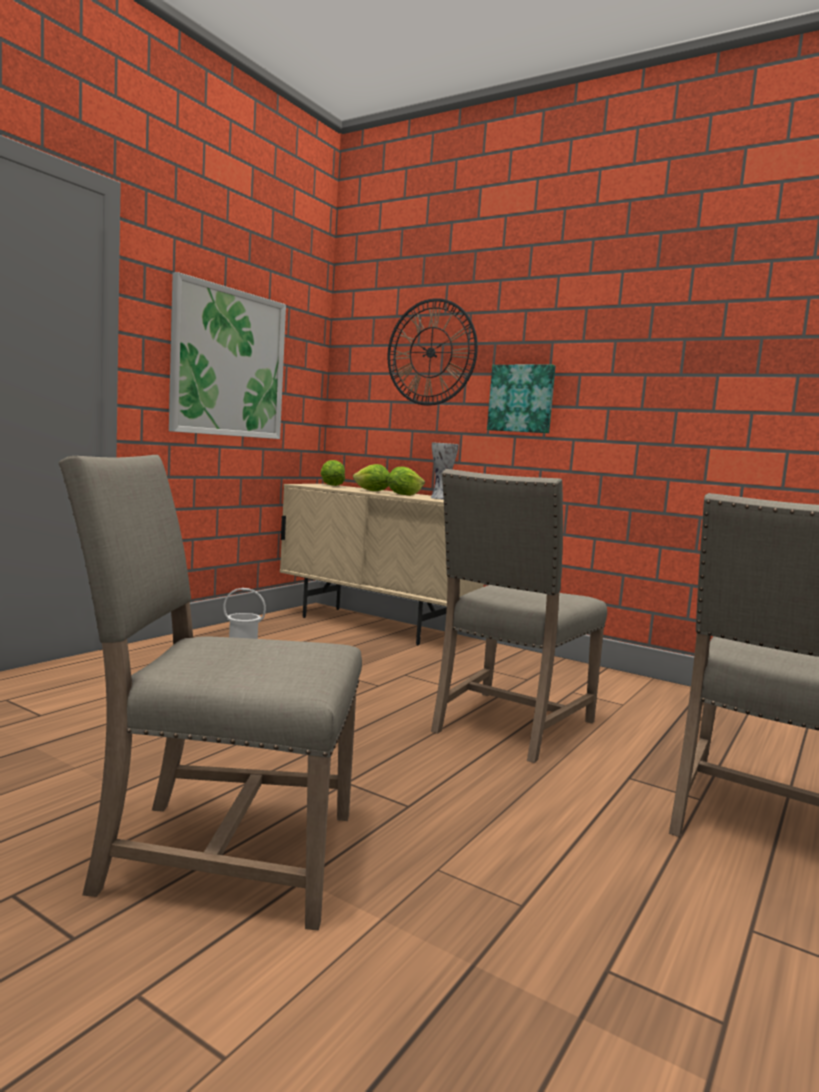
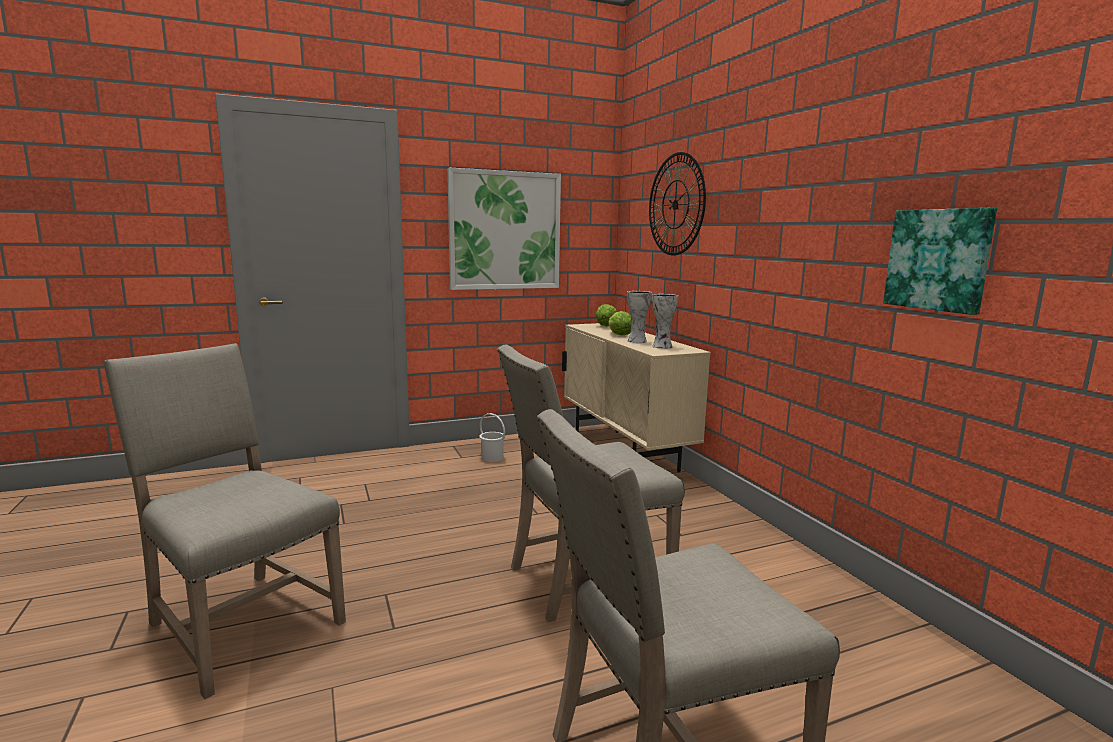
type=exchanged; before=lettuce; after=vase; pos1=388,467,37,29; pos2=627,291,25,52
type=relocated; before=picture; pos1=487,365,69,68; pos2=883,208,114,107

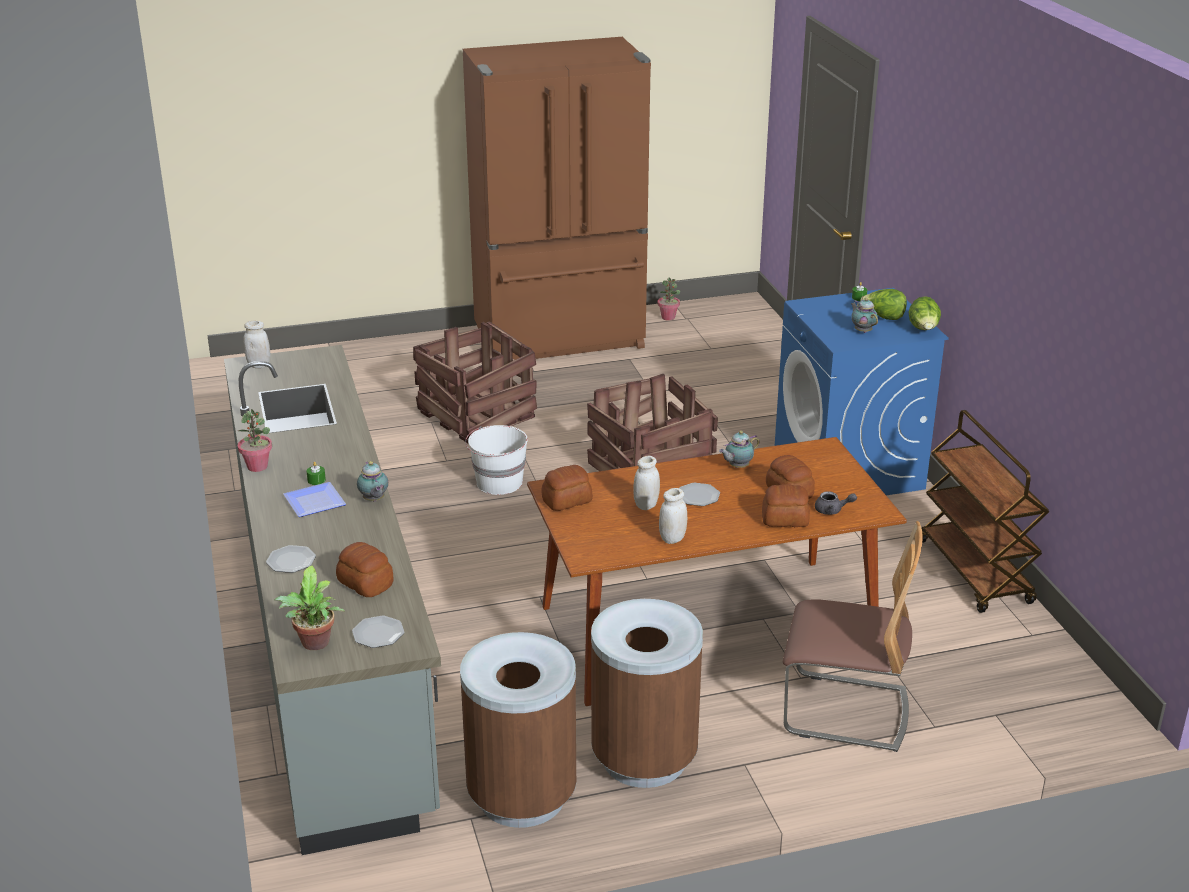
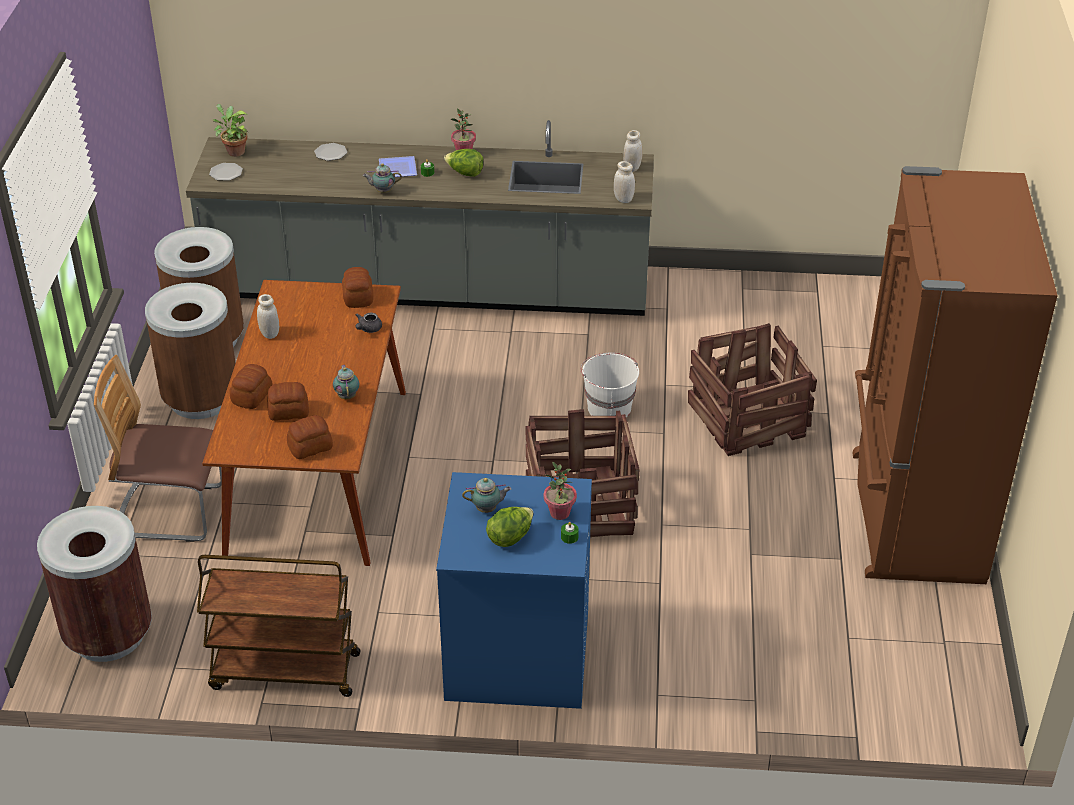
type=appeared; after=trash can (brown); pos2=37,506,115,156
type=spun; before=chair; pos1=783,521,140,231; pos2=94,355,128,187; turn=60
type=relocated; before=bread; pos1=336,542,58,55; pos2=287,415,46,44
type=relocated; before=teapot (grey); pos1=815,491,42,24; pos2=356,313,26,20
type=relocated; before=lettuce; pos1=908,296,33,34; pos2=444,149,40,28
type=relocated; before=potted plant; pos1=658,278,22,43; pos2=544,462,33,58
type=relocated; before=jar (white); pos1=633,456,27,54; pos2=614,161,21,42
type=missing; before=plate; pos1=679,483,41,23

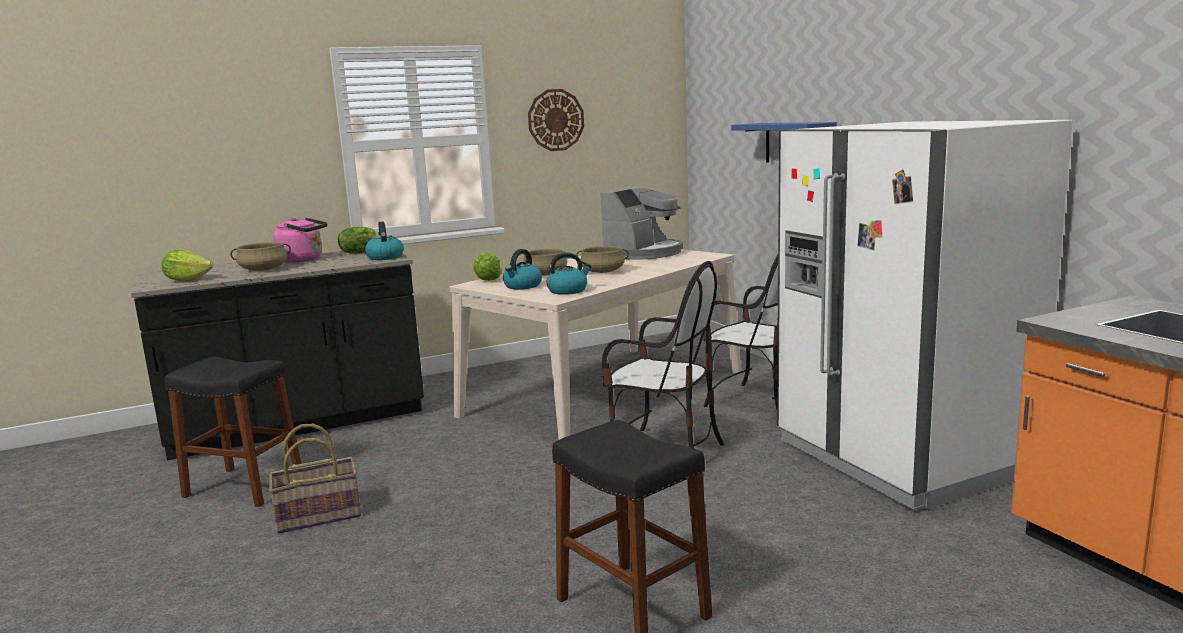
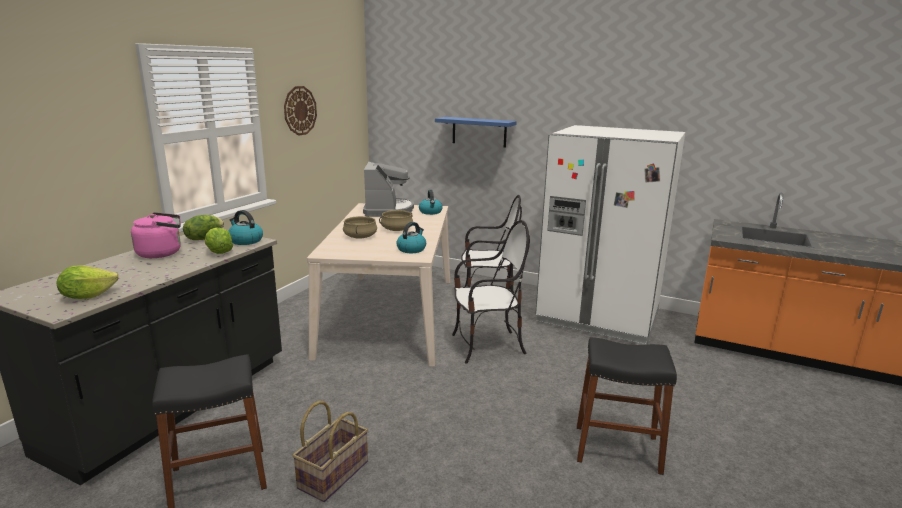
type=relocated; before=lettuce; pos1=473,253,28,28; pos2=205,227,28,27
type=relocated; before=kettle; pos1=503,249,39,40; pos2=419,190,24,25
type=missing; before=cooking pot (beige); pos1=230,242,61,29

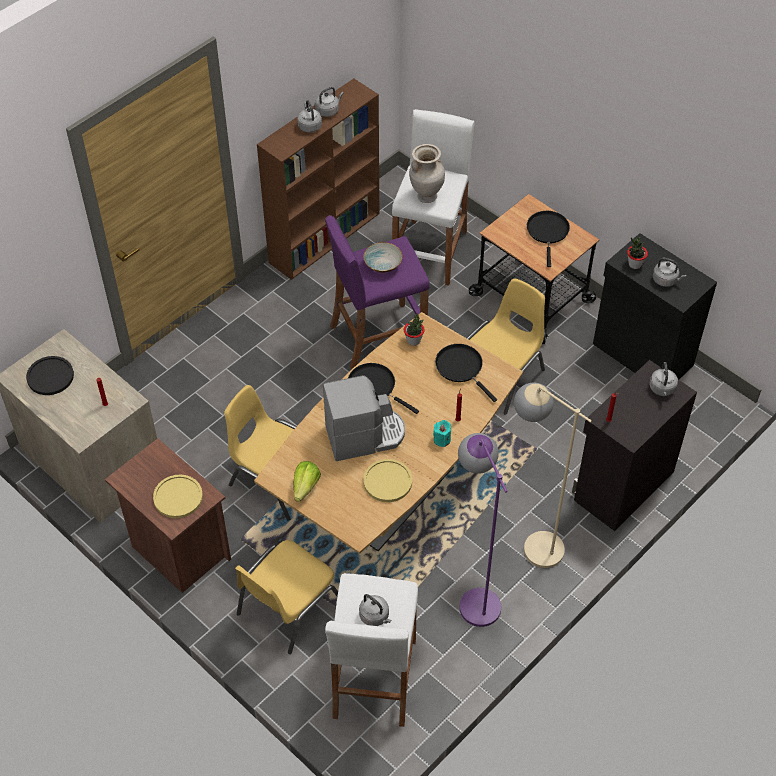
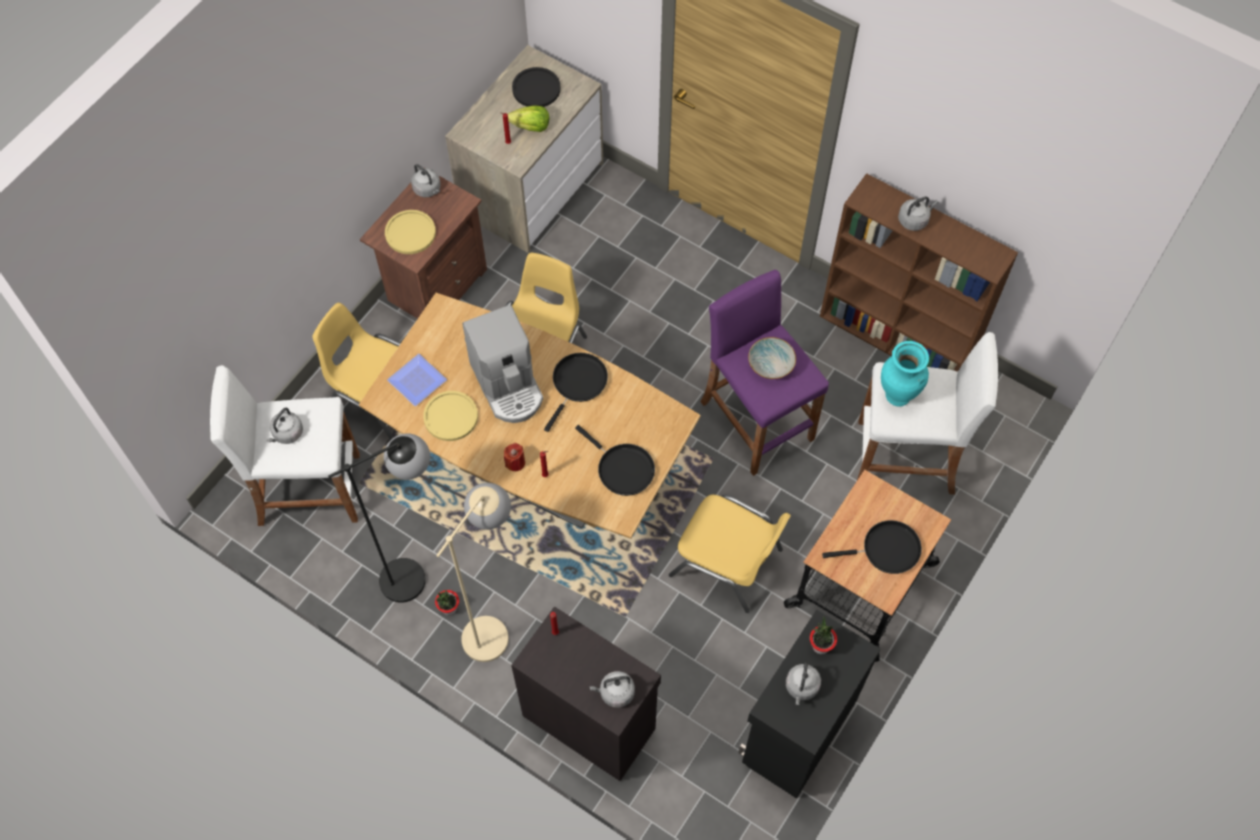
type=colour; before=floor lamp (purple); after=floor lamp (black); pos1=458,433,50,194; pos2=328,433,102,170
type=appeared; after=plate; pos2=387,354,60,52
type=relocated; before=kettle (grey); pos1=315,87,29,30; pos2=411,164,30,33
type=relocated; before=potted plant; pos1=404,313,21,33; pos2=435,590,24,25
type=colour; before=candle (turquoise); after=candle (red); pos1=433,420,18,27; pos2=504,443,21,28
type=relocated; before=lettuce; pos1=293,461,28,41; pos2=508,105,42,27
type=spun; before=frying pan (black); pos1=435,344,62,58; pos2=575,425,80,71; turn=90
type=colour; before=vase (beige); after=vase (turquoise); pos1=409,144,36,59; pos2=881,341,48,65

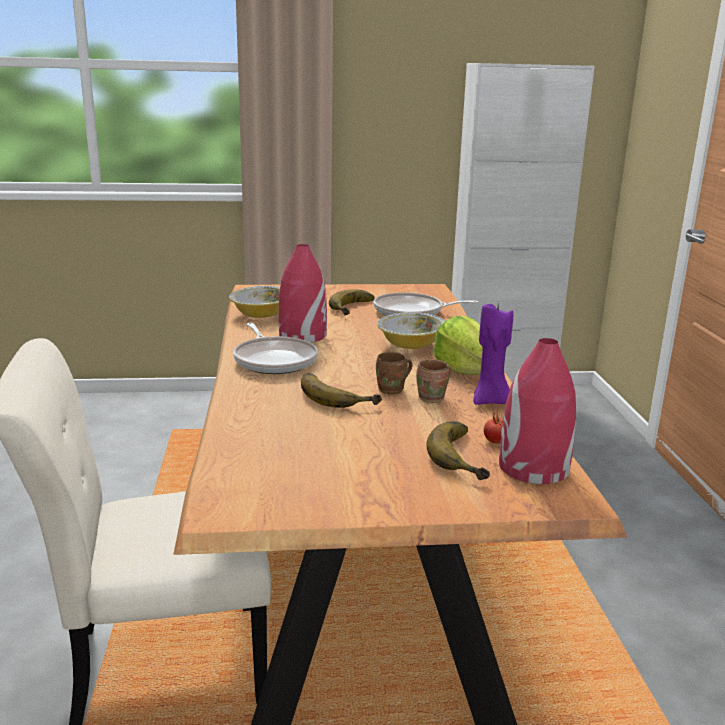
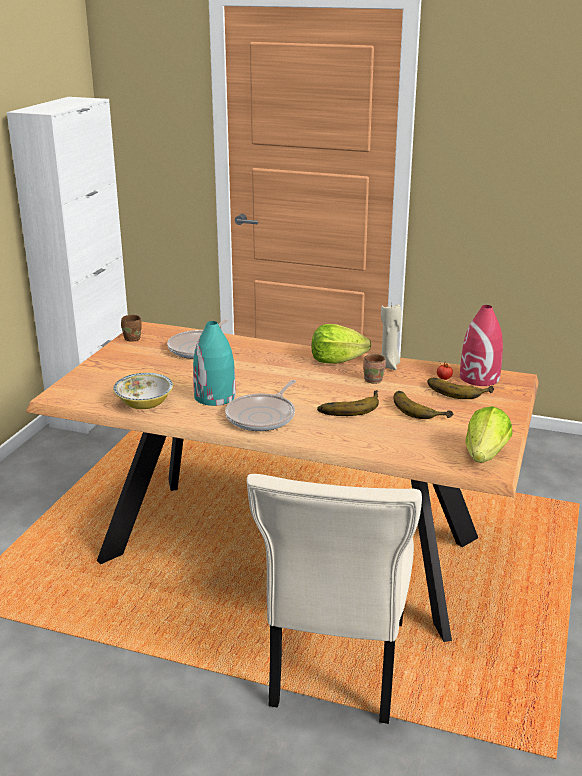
type=relocated; before=mug (brown); pos1=376,352,36,43; pos2=121,315,21,27
type=colour; before=vase (red); after=vase (turquoise); pos1=279,244,48,99; pos2=193,321,43,85
type=spun; before=frying pan; pos1=233,323,85,51; pos2=225,380,71,51; turn=120
type=colour; before=candle (purple); after=candle (beige); pos1=473,302,40,103; pos2=381,304,21,66
type=relocated; before=banana; pos1=329,289,46,26; pos2=394,391,59,28
type=appeared; after=lettuce; pos2=466,406,46,57
type=missing; before=bowl; pos1=377,312,68,37

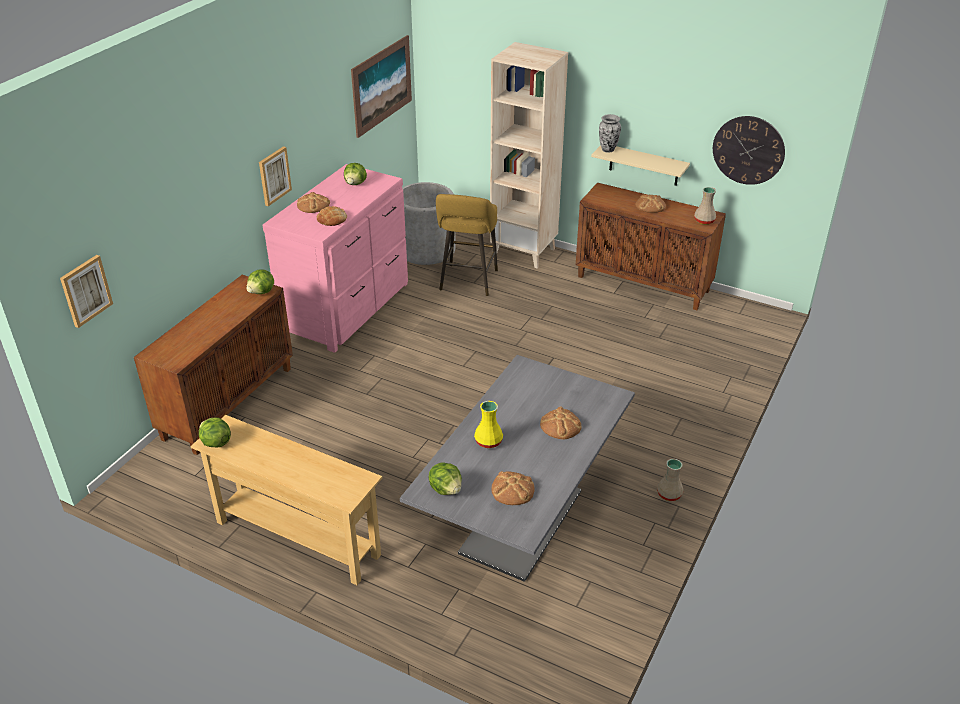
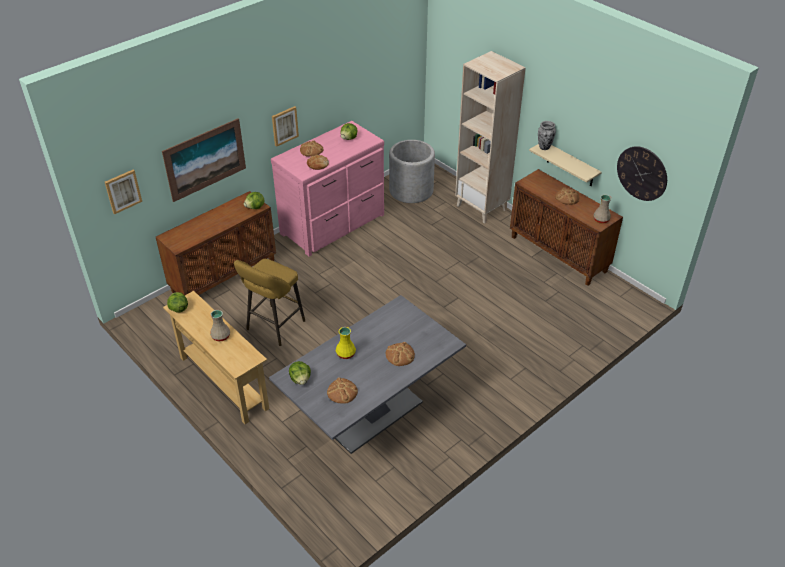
type=relocated; before=picture; pos1=351,35,61,103; pos2=162,118,84,84
type=relocated; before=vase (beige); pos1=657,459,26,42; pos2=210,310,20,32
type=relocated; before=stool (yellow); pos1=436,194,62,102; pos2=234,259,71,87

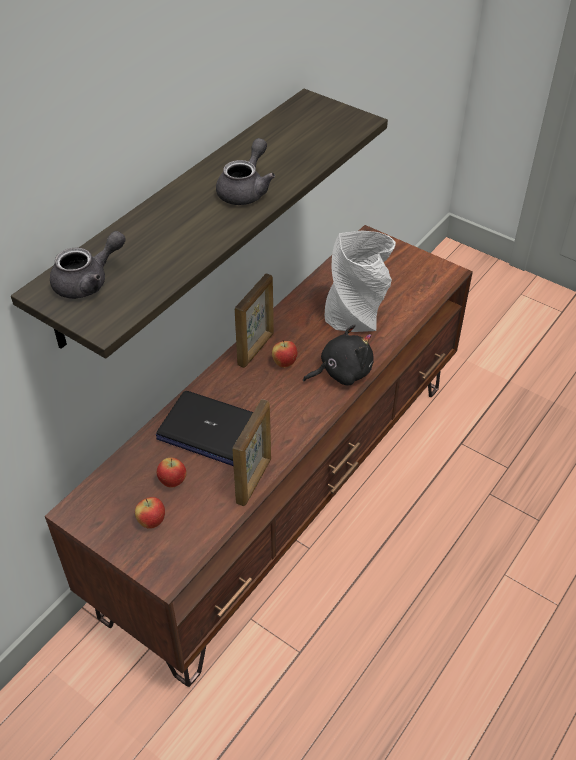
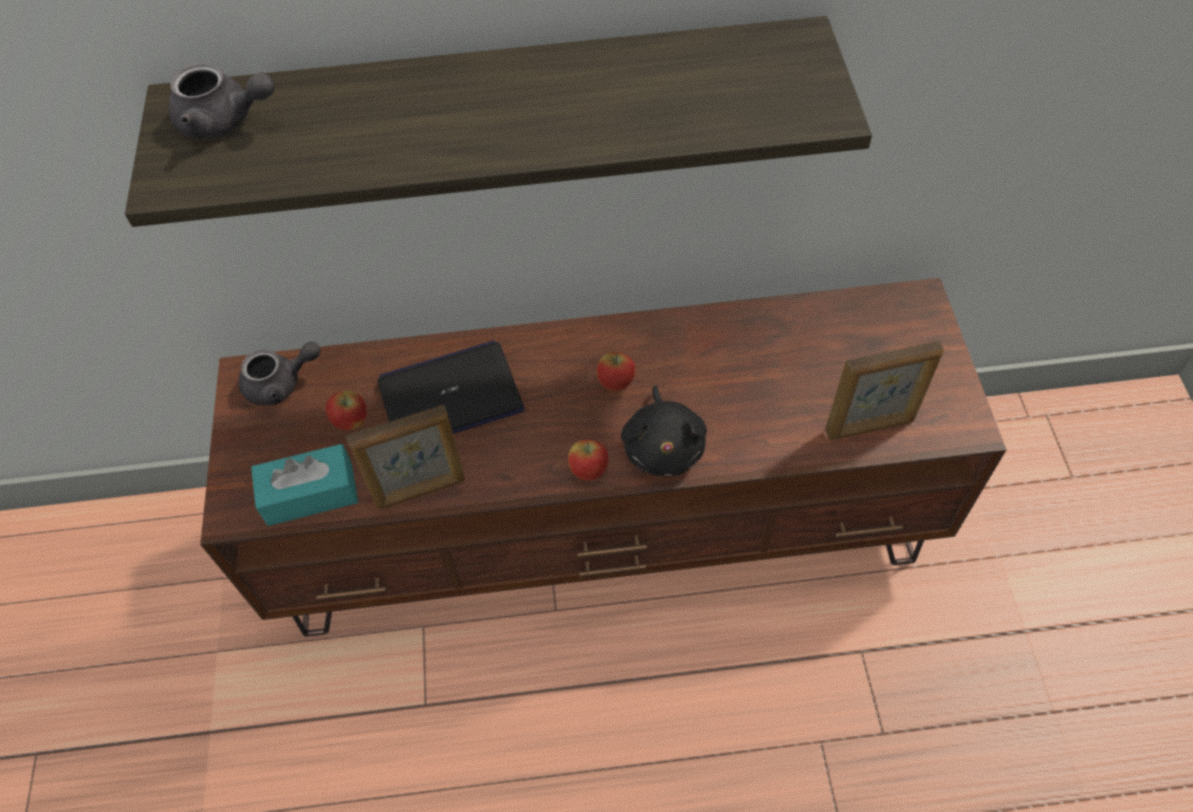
type=relocated; before=teapot (grey); pos1=216,138,59,67; pos2=239,341,82,64
type=appeared; after=tissue box (turquoise); pos2=251,444,107,82
type=spun; before=laptop; pos1=156,391,97,75; pos2=378,341,146,93; turn=90
type=relocated; before=apple; pos1=135,497,30,32; pos2=568,440,41,41
type=spun; before=plush toy (black); pos1=303,324,71,62; pos2=621,386,86,91; turn=60
type=relocated; before=picture frame; pos1=235,273,39,95; pos2=825,341,119,99
type=missing; before=vase (grey); pos1=325,230,71,102

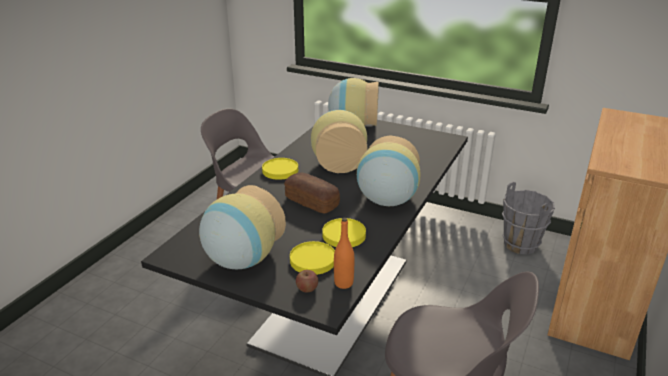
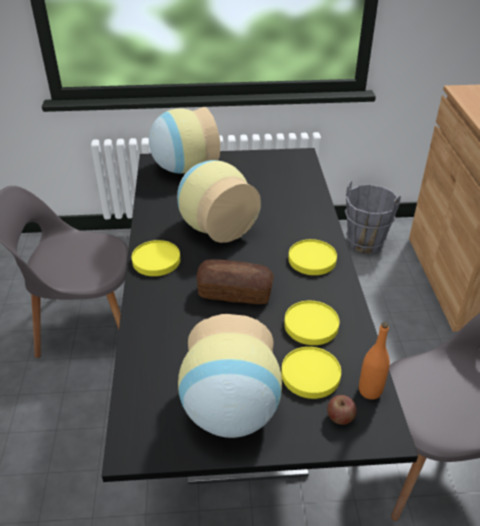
type=exchanged; before=vase; after=plate (yellow); pos1=357,136,63,70; pos2=288,239,49,36

